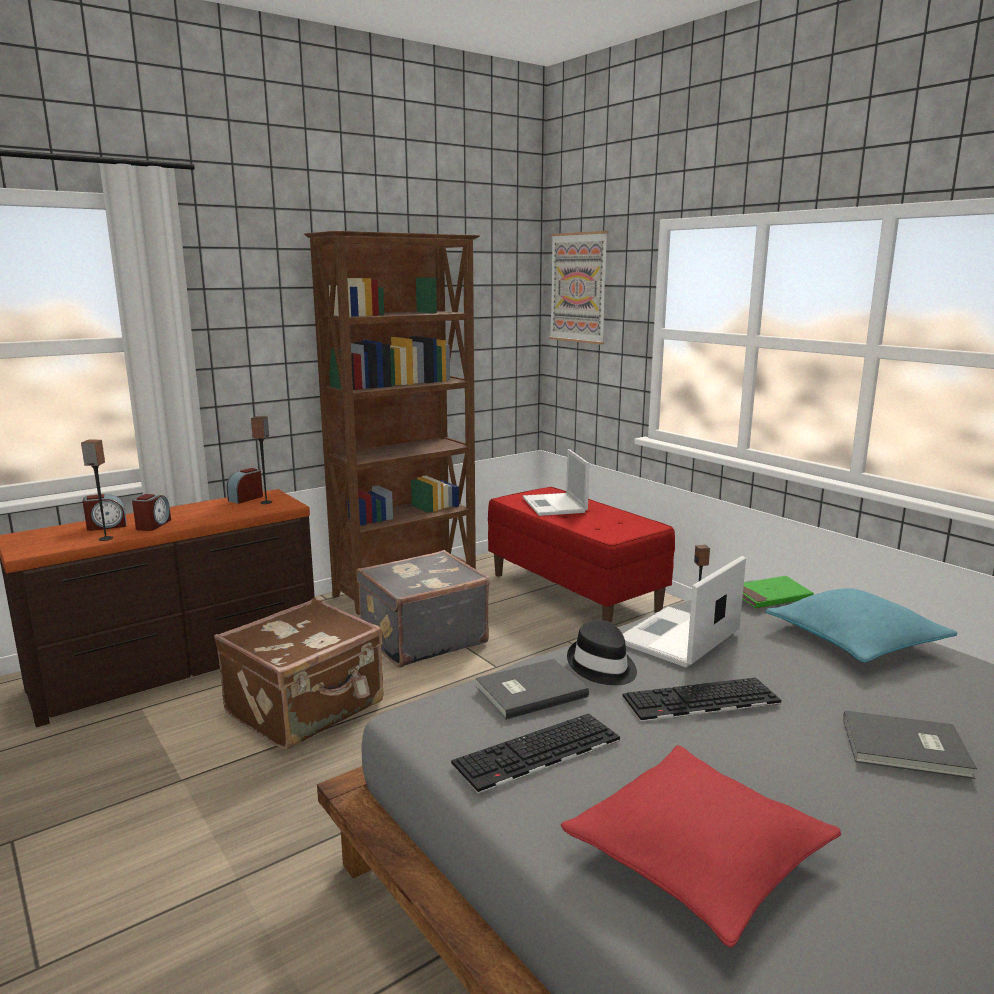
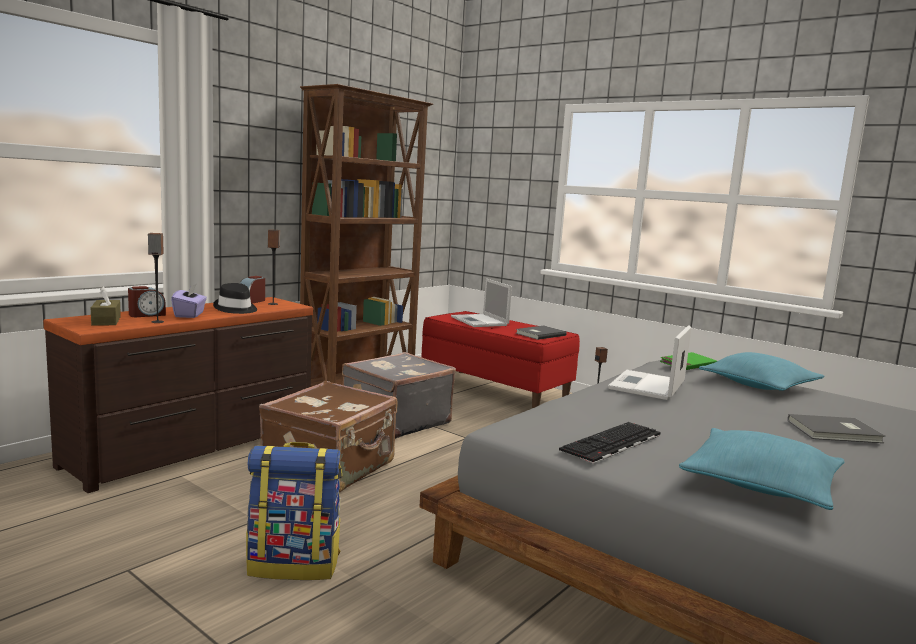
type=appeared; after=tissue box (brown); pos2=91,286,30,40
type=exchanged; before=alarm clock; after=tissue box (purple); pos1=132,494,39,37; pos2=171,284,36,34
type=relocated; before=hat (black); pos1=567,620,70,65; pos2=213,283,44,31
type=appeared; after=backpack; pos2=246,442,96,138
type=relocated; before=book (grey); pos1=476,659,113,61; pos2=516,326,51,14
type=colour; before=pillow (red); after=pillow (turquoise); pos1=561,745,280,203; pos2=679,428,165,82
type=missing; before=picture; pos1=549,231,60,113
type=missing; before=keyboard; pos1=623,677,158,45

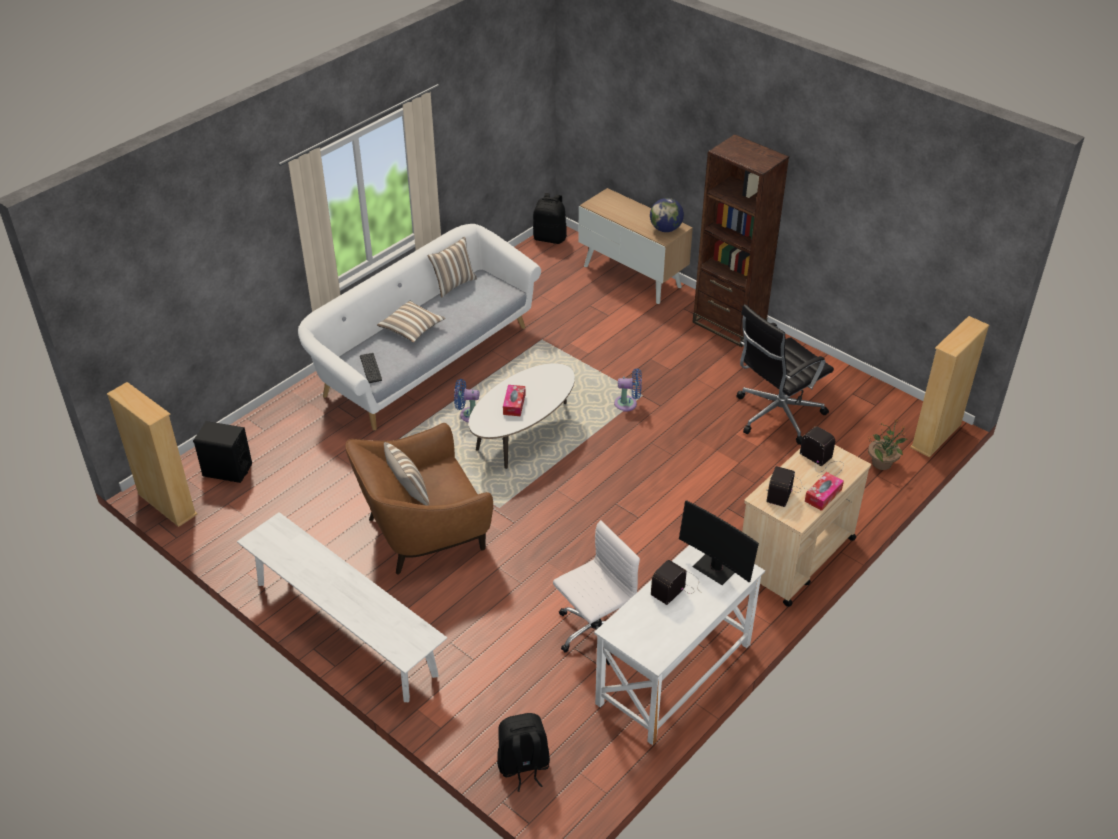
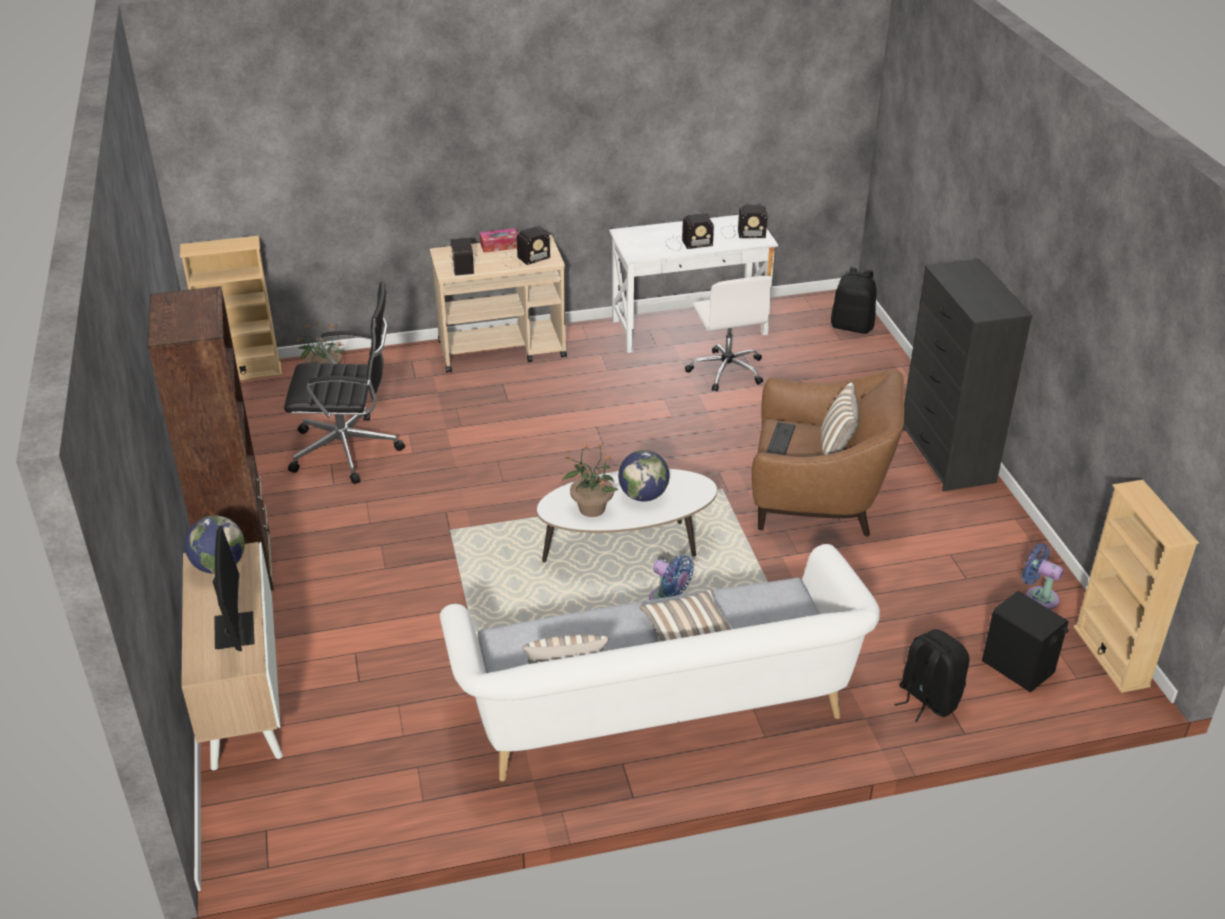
type=relocated; before=monitor; pos1=679,500,80,85; pos2=213,525,42,126
type=appeared; after=potted plant; pos2=562,443,57,74
type=exchanged; before=tissue box; after=globe; pos1=503,385,23,31; pos2=618,450,52,51
type=spun; before=office chair (white); pos1=553,520,87,145; pos2=685,276,88,115; turn=-105
type=appeared; after=radio; pos2=721,205,46,34
type=relocated; before=keyboard; pos1=360,353,22,30; pos2=766,422,29,33
type=relocated; before=backpack (black); pos1=533,193,34,51; pos2=894,629,75,93
type=exchanged; before=bench (white); after=dresser (black); pos1=237,512,210,190; pos2=903,259,130,232
type=relocated; before=fan (blue); pos1=614,369,28,43; pos2=1022,543,42,66

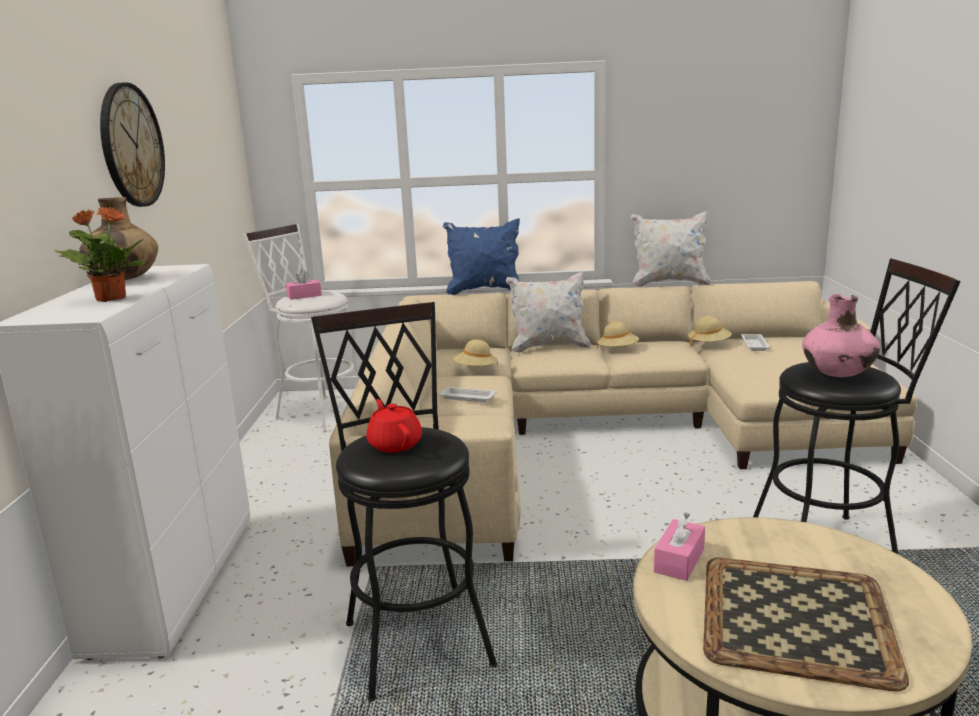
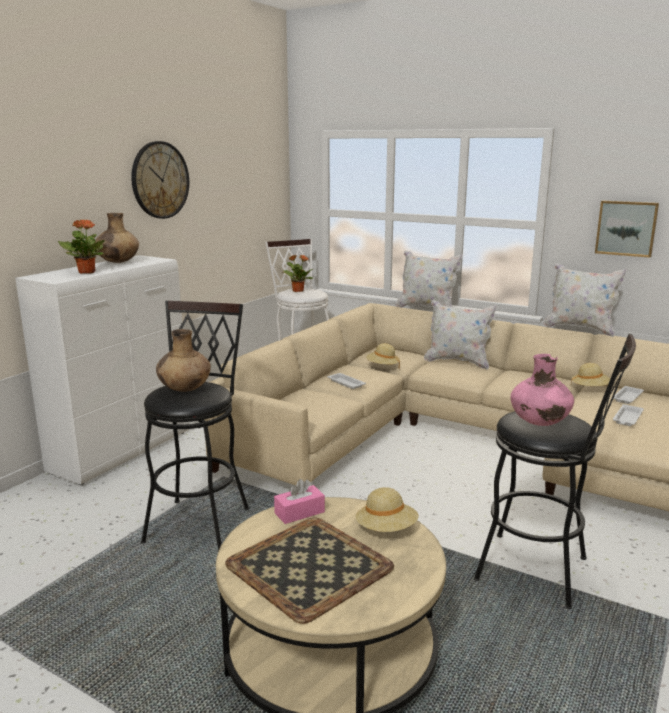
type=exchanged; before=teapot (red); after=vase (brown); pos1=366,399,56,54; pos2=156,329,55,63
type=exchanged; before=tissue box (pink); after=potted plant; pos1=286,270,36,30; pos2=282,255,31,37
type=relocated; before=hat (beige); pos1=597,322,42,27; pos2=355,487,64,45
type=colour; before=pillow (blue); after=pillow (white); pos1=443,219,77,76; pos2=395,251,68,57
type=appeared; after=picture; pos2=595,201,64,57
type=appeared; after=tray (white); pos2=613,404,31,22

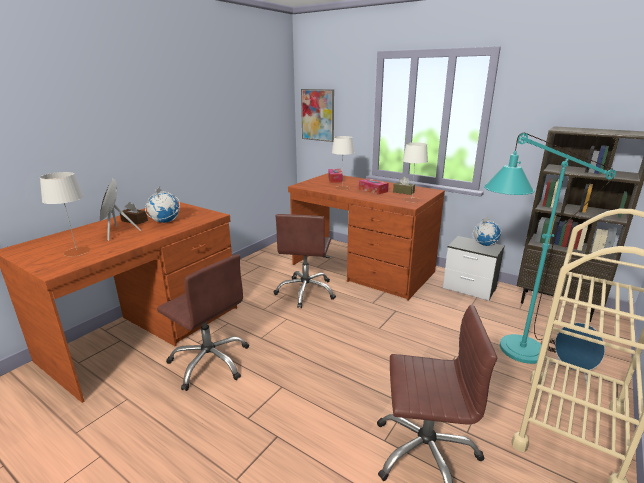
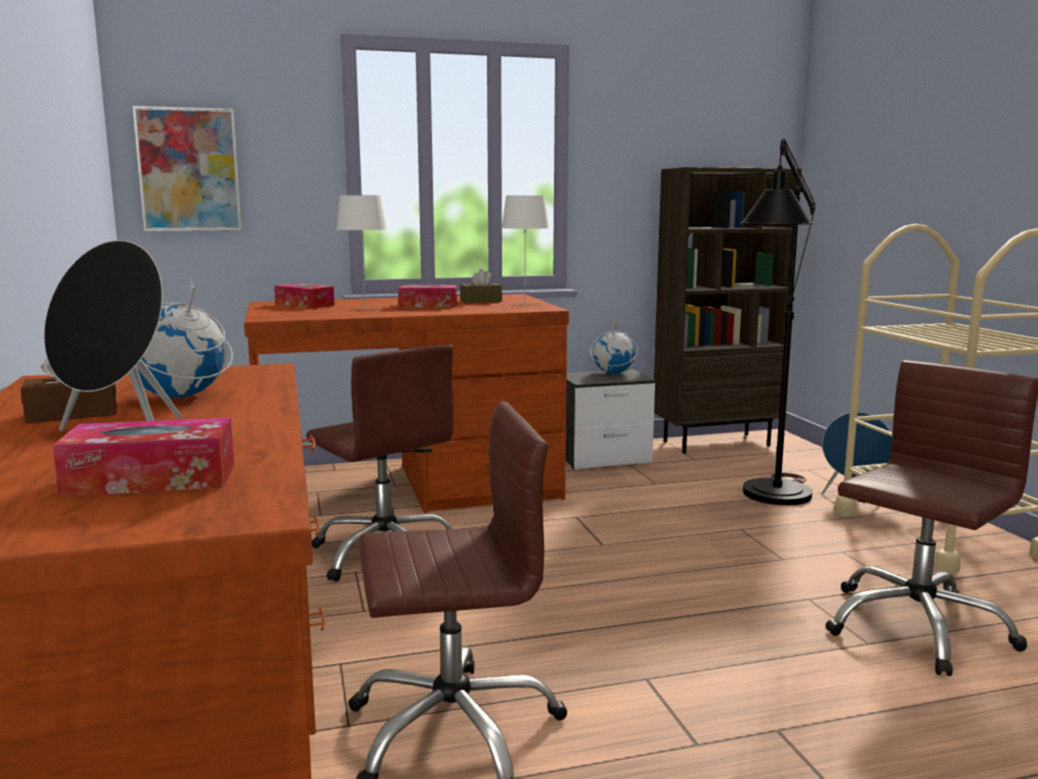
type=exchanged; before=table lamp (grey); after=tissue box; pos1=40,172,50,84; pos2=53,417,181,80
type=colour; before=floor lamp (turquoise); after=floor lamp (black); pos1=484,133,132,231; pos2=740,138,76,367

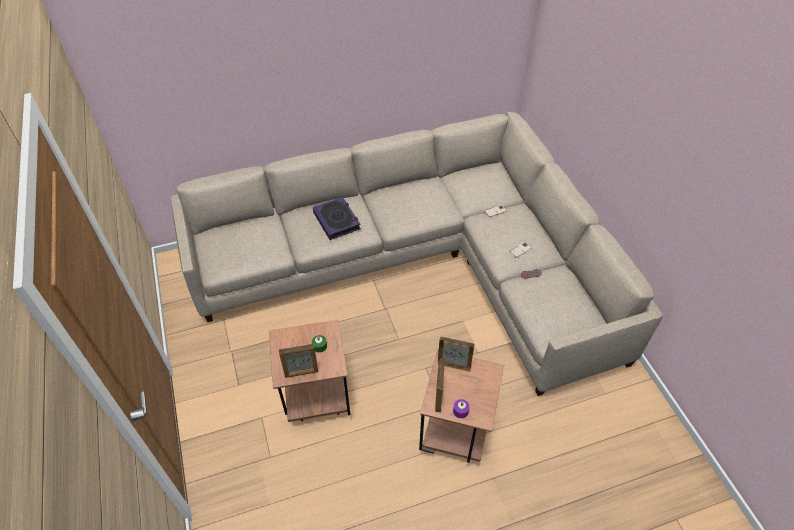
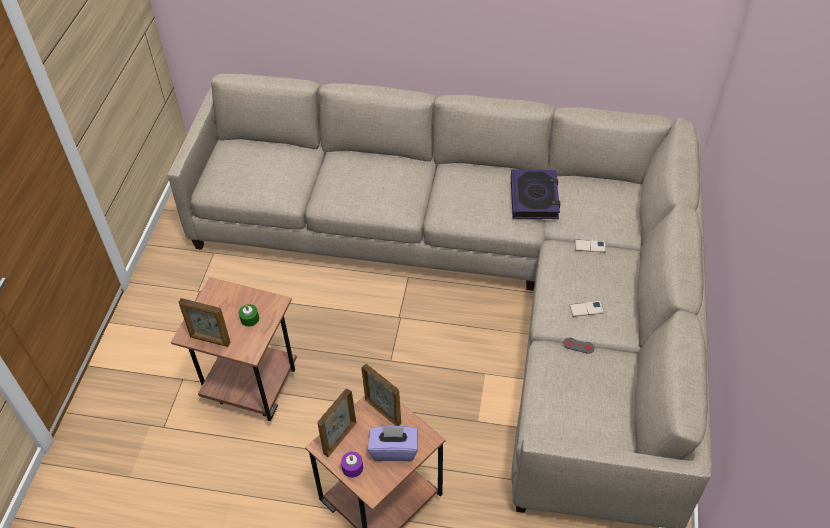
type=appeared; after=tissue box (purple); pos2=368,426,50,35
type=relocated; before=book; pos1=313,197,48,43; pos2=511,170,49,49

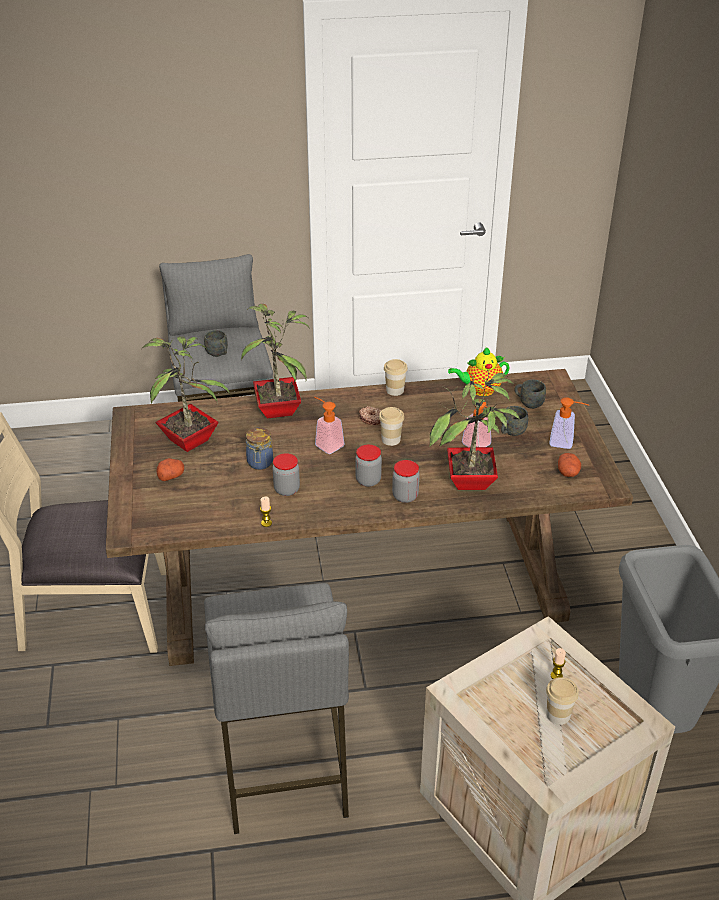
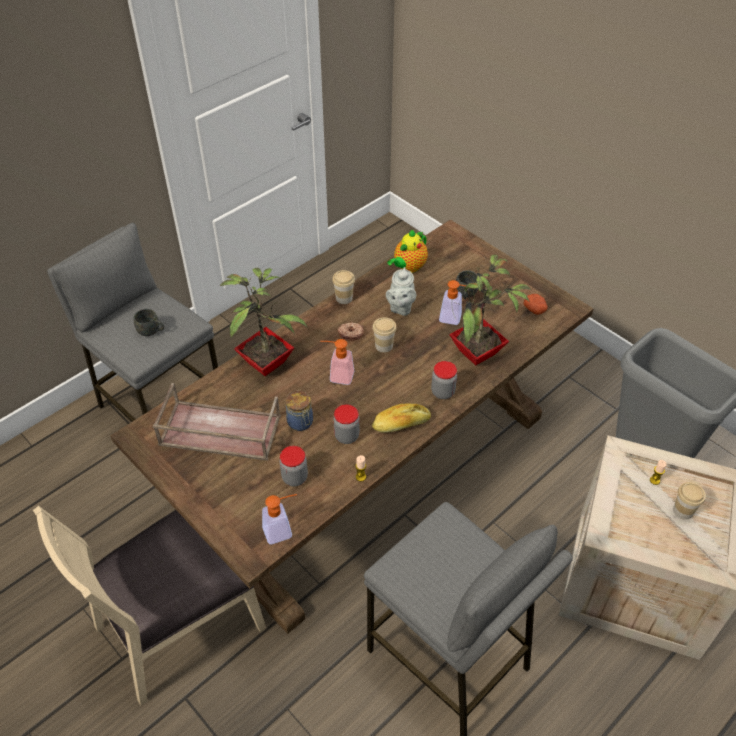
type=exchanged; before=potted plant; after=tray (brown); pos1=142,336,89,116; pos2=153,383,128,78
type=relocated; before=soap dispenser; pos1=549,397,40,52; pos2=262,494,35,51
type=relocated; before=jar; pos1=355,445,27,42; pos2=280,446,28,40
type=appeared; after=bread; pos2=372,404,59,29
type=appeared; after=teapot (grey); pos2=386,267,30,49
type=missing; before=potato; pos1=156,458,28,23
type=missing; before=mug (grey); pos1=515,379,31,30

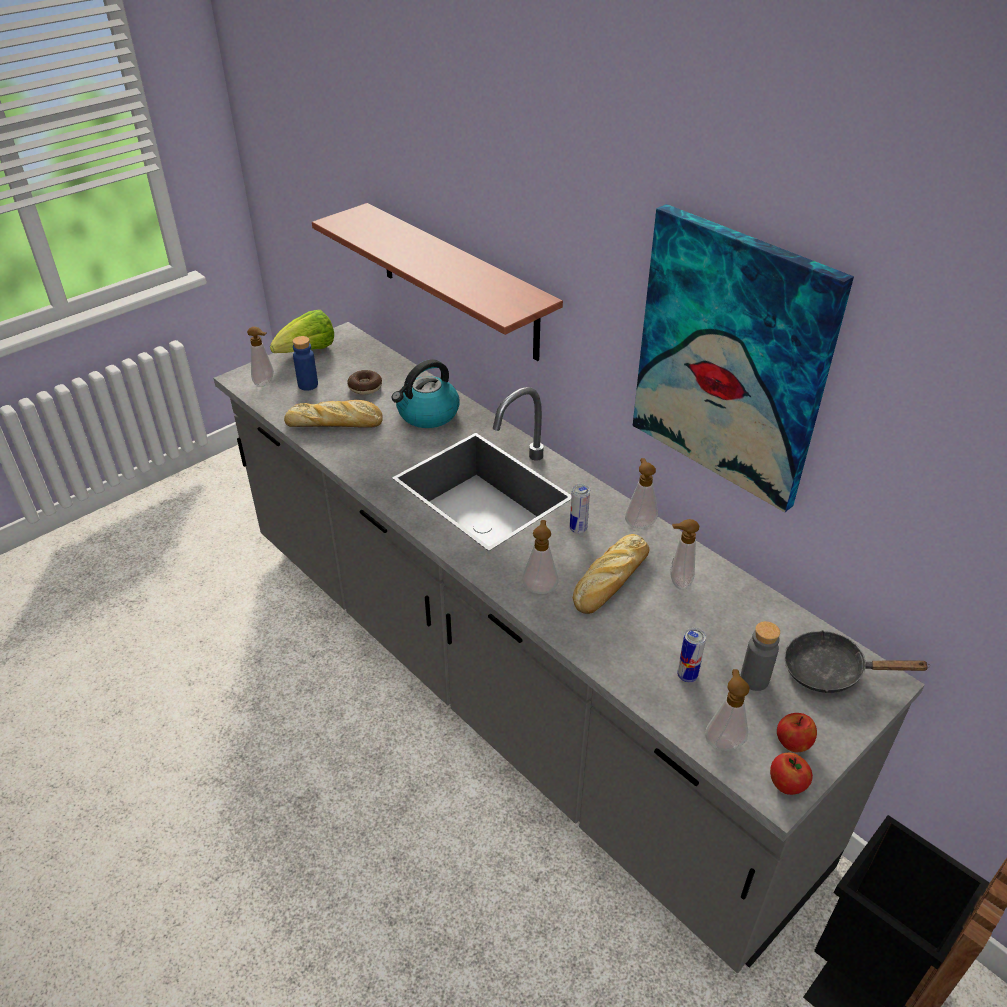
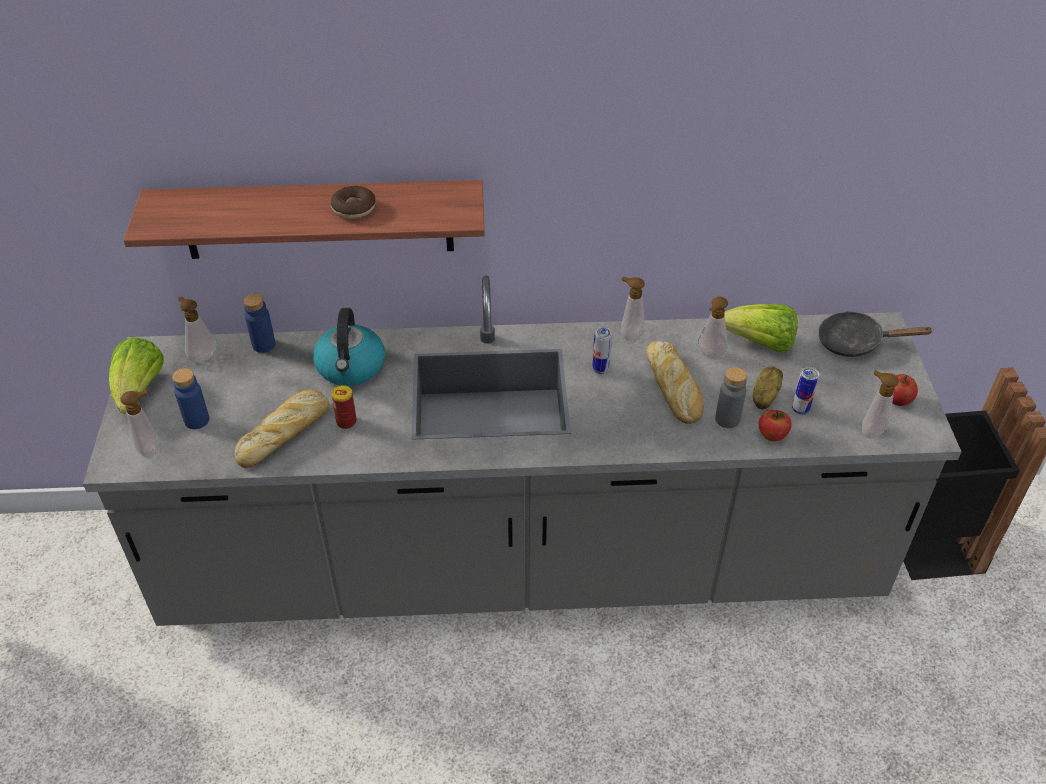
type=relocated; before=soap dispenser; pos1=522,520,37,74; pos2=178,296,39,67
type=appeared; after=bottle (blue); pos2=244,294,31,59
type=relocated; before=donut; pos1=347,370,35,25; pos2=330,186,46,33
type=appeared; after=can; pos2=331,385,26,44
type=relocated; before=bottle (grey); pos1=740,621,40,70; pos2=715,367,32,61
type=appeared; after=lettuce; pos2=724,304,74,48
type=appeared; after=potato; pos2=753,367,30,43
type=relocated; before=apple; pos1=770,753,43,42; pos2=759,410,33,32
type=spun; before=frying pan (black); pos1=784,630,146,63; pos2=818,311,116,46; turn=45
type=missing; before=picture; pos1=633,204,221,308

